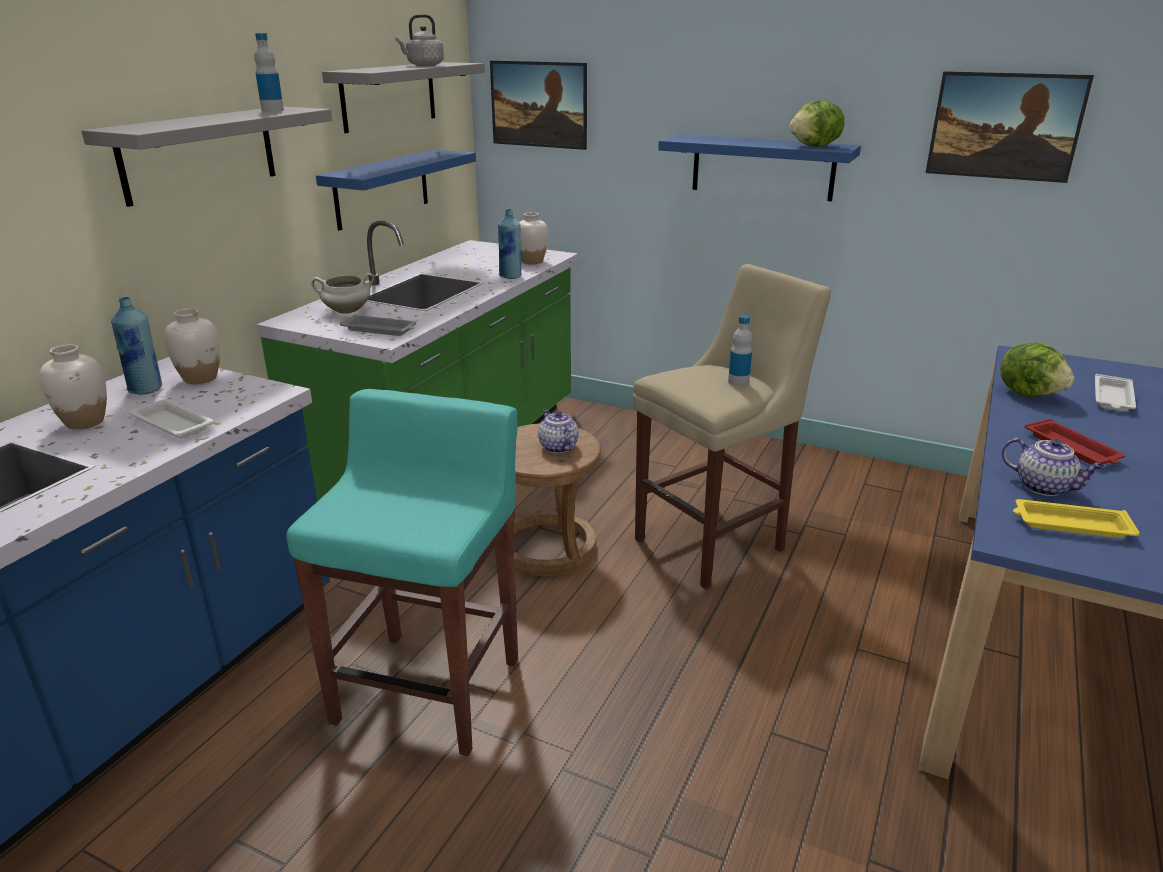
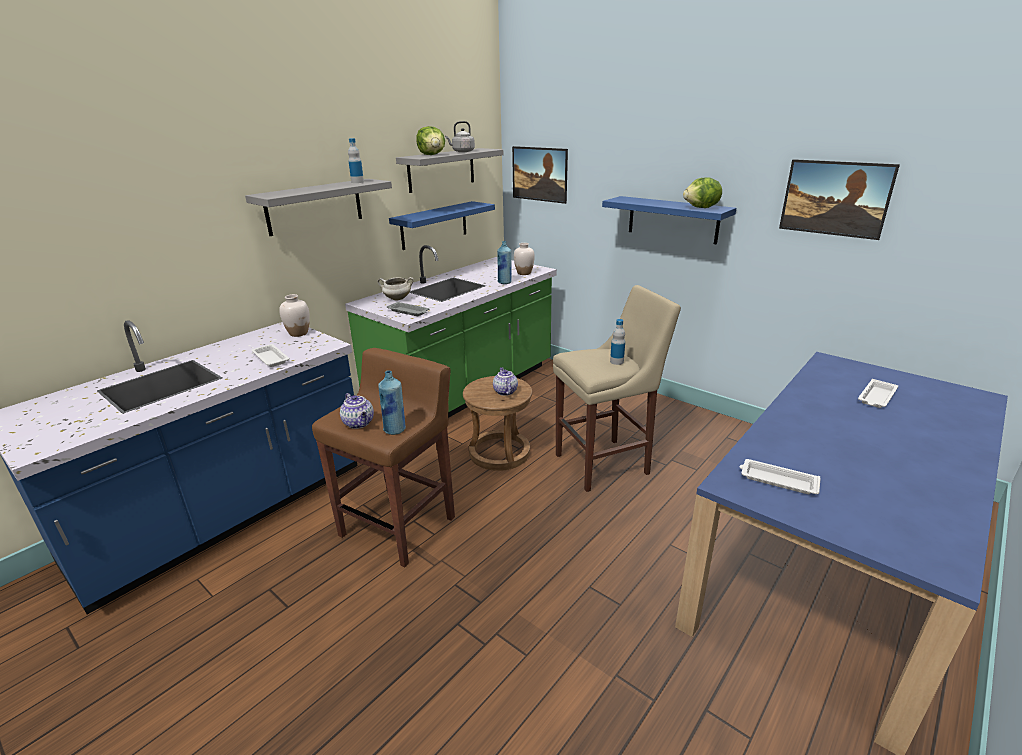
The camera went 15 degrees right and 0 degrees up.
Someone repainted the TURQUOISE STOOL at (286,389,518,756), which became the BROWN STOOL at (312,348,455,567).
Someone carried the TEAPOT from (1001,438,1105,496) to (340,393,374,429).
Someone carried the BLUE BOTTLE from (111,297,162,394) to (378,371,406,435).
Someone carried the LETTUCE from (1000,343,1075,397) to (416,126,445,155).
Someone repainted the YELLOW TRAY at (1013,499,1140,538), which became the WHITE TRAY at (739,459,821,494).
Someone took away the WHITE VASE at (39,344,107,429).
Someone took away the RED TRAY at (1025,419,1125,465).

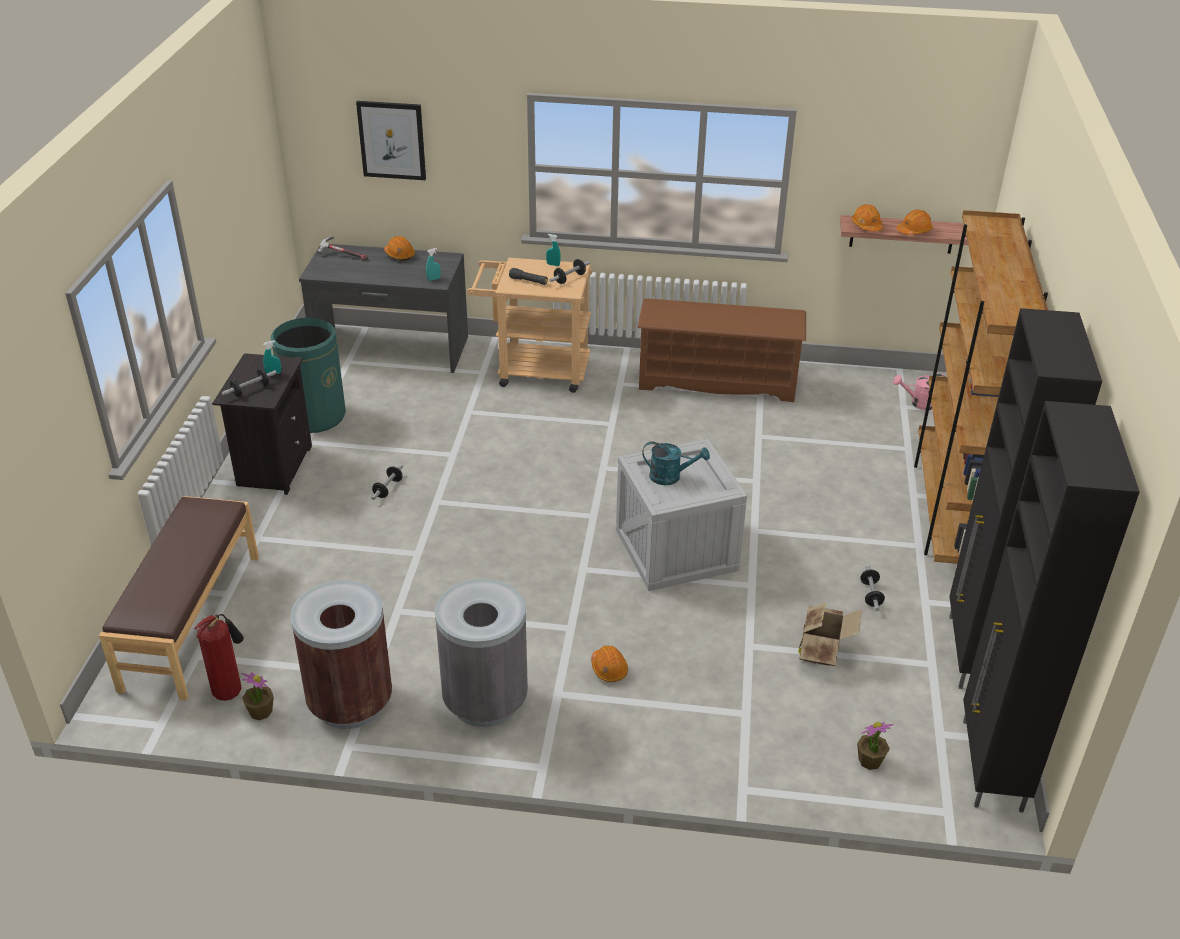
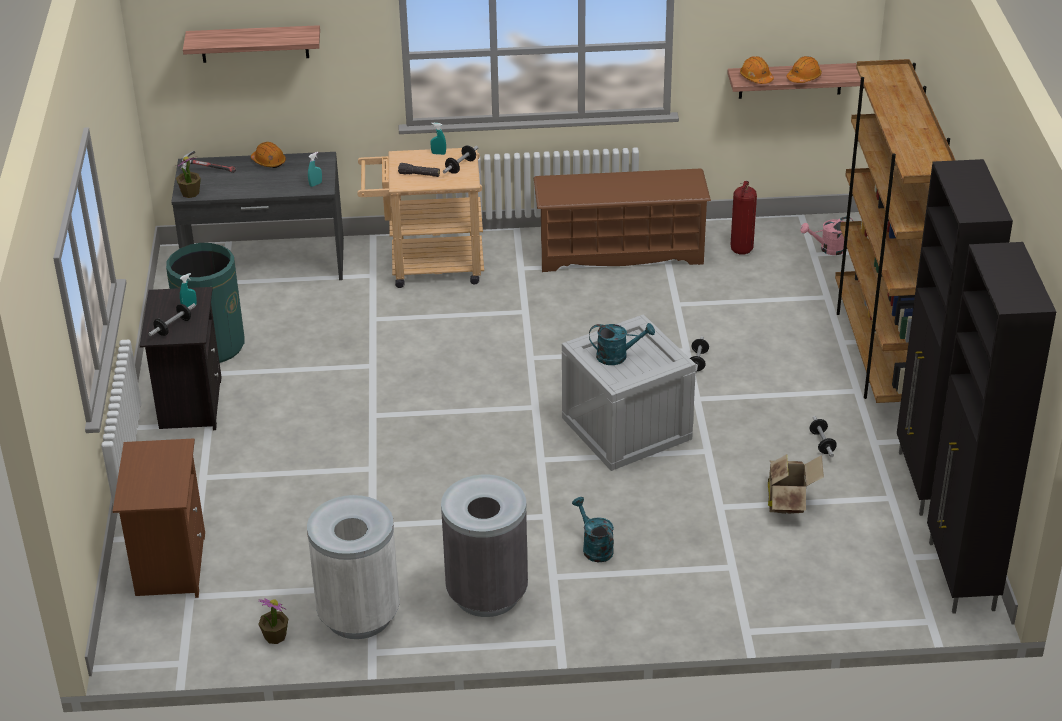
The camera went 10 degrees left and 0 degrees up.
Someone swapped the BROWN BENCH at (99,496,259,700) for the BROWN NIGHTSTAND at (113,438,205,598).
Someone carried the POTTED PLANT from (857,722,894,770) to (174,156,201,198).
Someone swapped the PICTURE at (356,101,426,180) for the SHELF at (183,25,320,63).
Someone repainted the BROWN TRASH CAN at (290,580,392,729), which became the WHITE TRASH CAN at (307,495,400,639).
Someone swapped the ORANGE HARD HAT at (591,645,628,682) for the TURQUOISE WATERING CAN at (572,497,614,562).
Someone carried the DUMBBELL from (371,465,403,500) to (690,336,709,374).
Someone carried the FIRE EXTINGUISHER from (194,614,244,701) to (731,181,757,255).

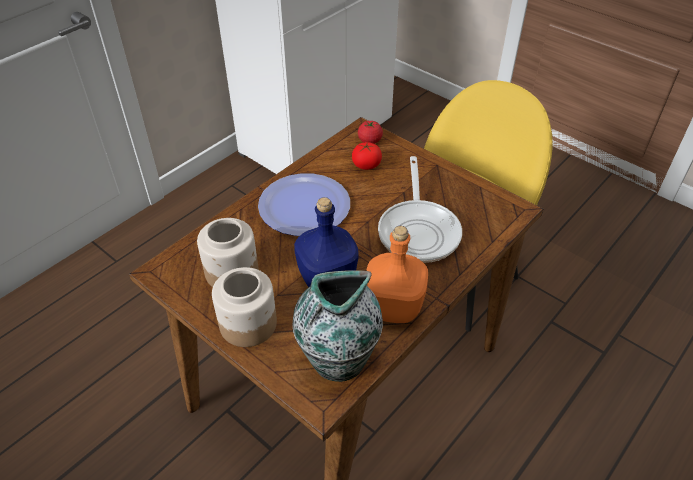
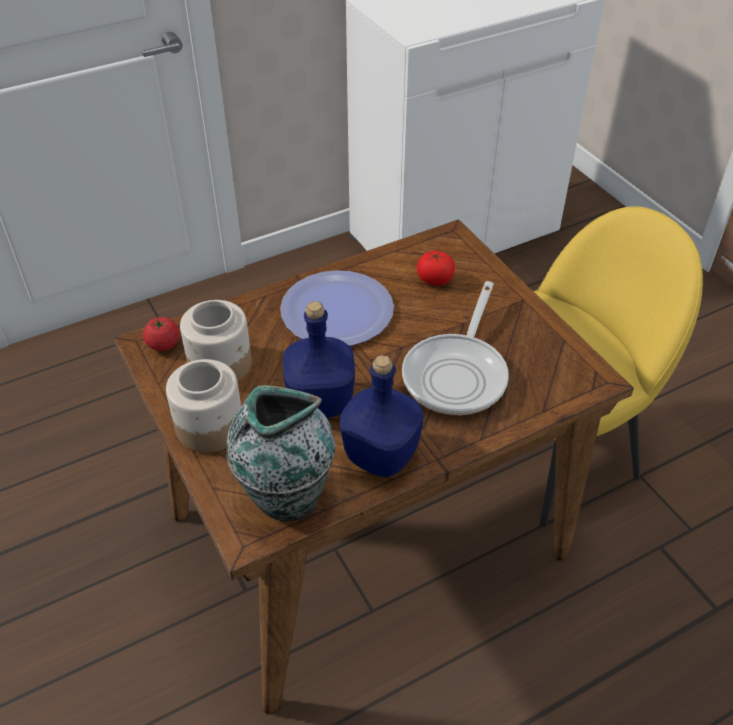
The camera went 20 degrees right and 0 degrees up.
Someone carried the TOMATO from (358,121,383,144) to (143,317,180,351).
Someone repainted the ORANGE BOTTLE at (366,226,428,323), which became the BLUE BOTTLE at (340,355,424,477).

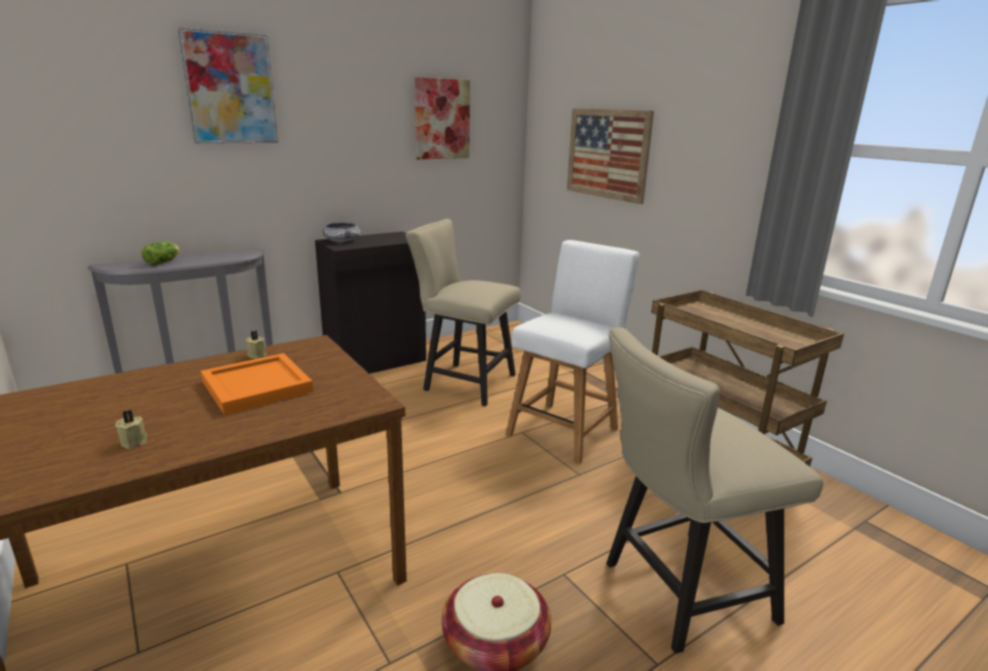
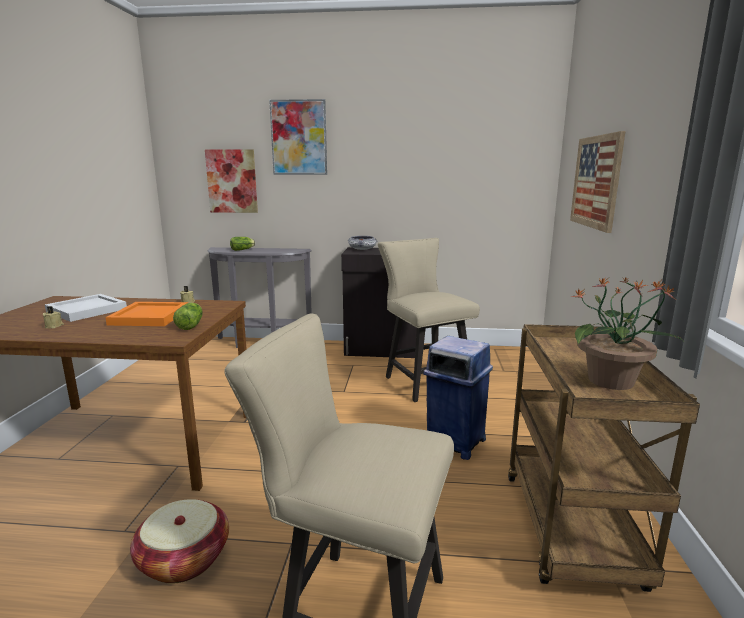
The camera went 40 degrees right and 5 degrees down.
Someone put down the WHITE TRAY at (45,294,127,322).
Someone put down the LETTUCE at (173,303,203,330).
Someone carried the PICTURE from (414,77,470,159) to (205,149,258,213).
Someone swapped the WHITE CHAIR at (506,240,640,465) for the BLUE TRASH CAN at (423,336,493,460).
Someone put down the POTTED PLANT at (570,277,683,390).

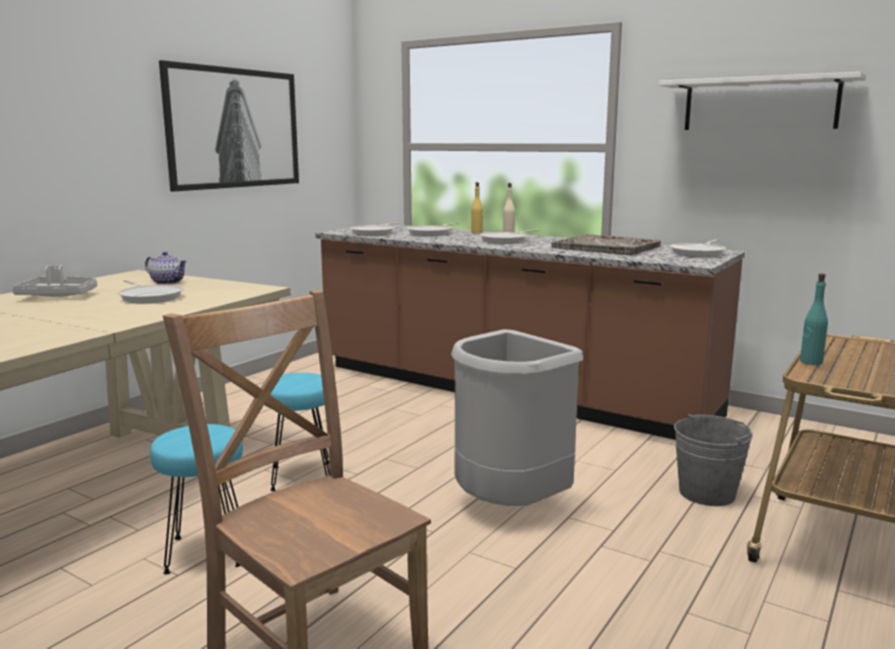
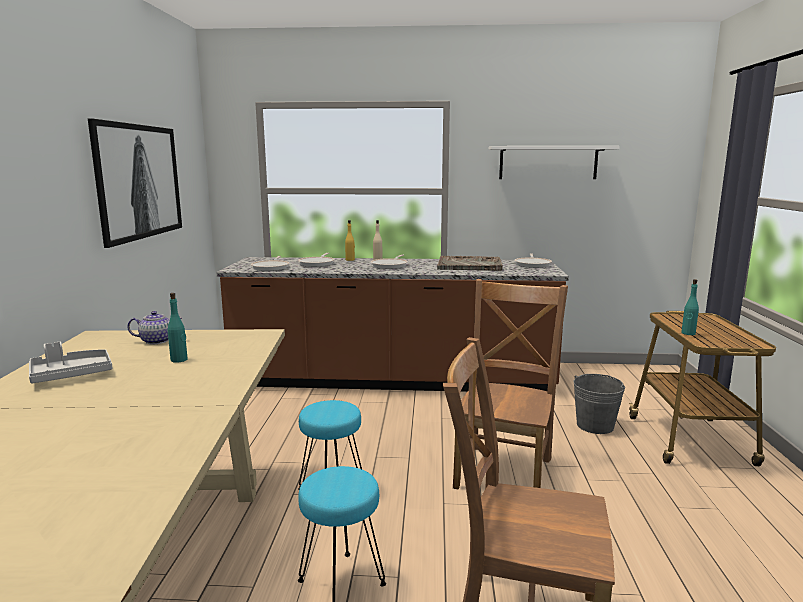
The camera went 30 degrees left and 0 degrees up.
Someone swapped the FRYING PAN at (118,280,184,304) for the TURQUOISE BOTTLE at (168,293,188,363).
Someone swapped the GREY TRASH CAN at (451,329,583,506) for the BROWN CHAIR at (453,279,568,489).

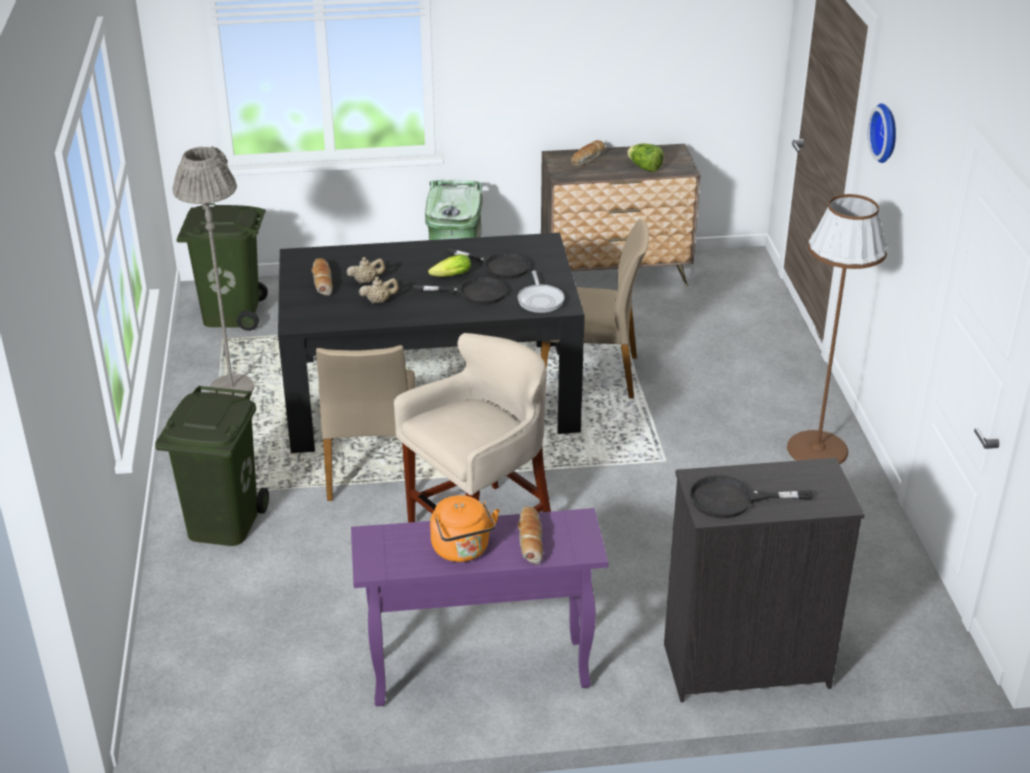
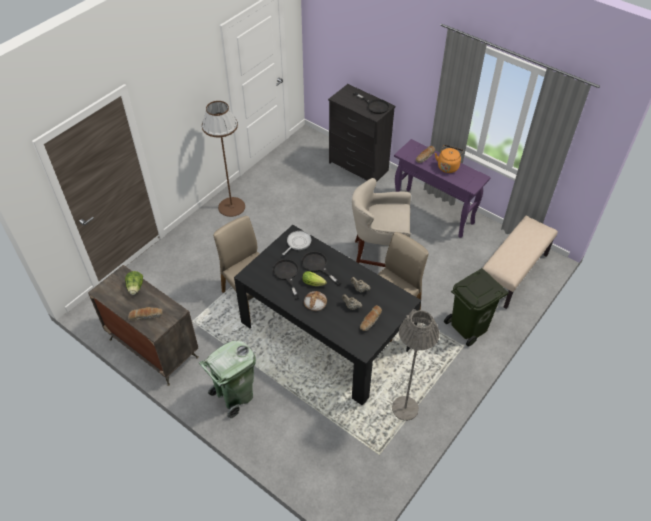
The camera went 135 degrees left and 15 degrees up.
Someone put down the BREAD at (304,291,327,311).
Someone put down the BEIGE BENCH at (482,216,558,309).
Someone took away the GREEN TRASH CAN at (176,203,268,331).
Someone took away the WALL CLOCK at (868,103,896,163).

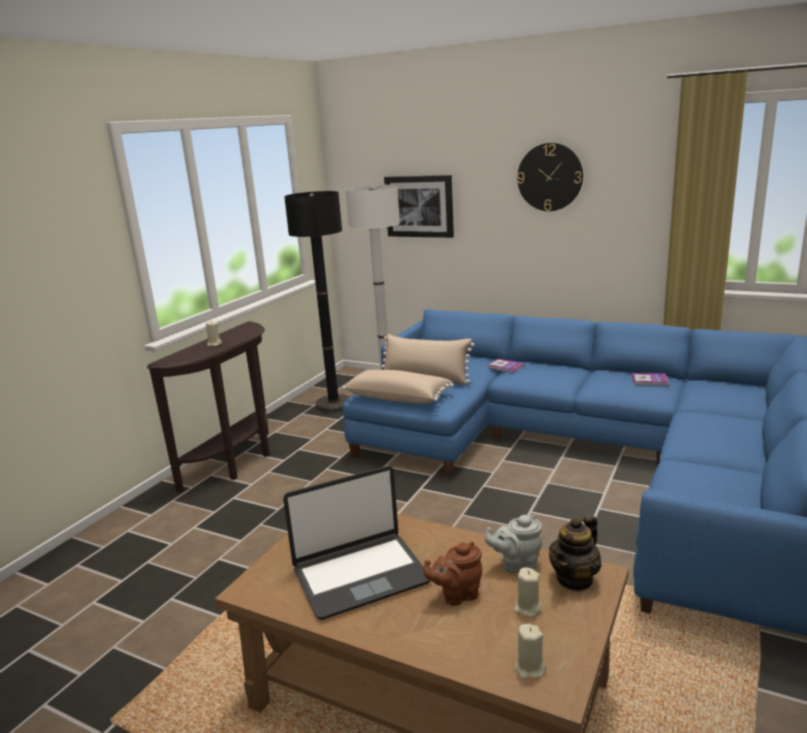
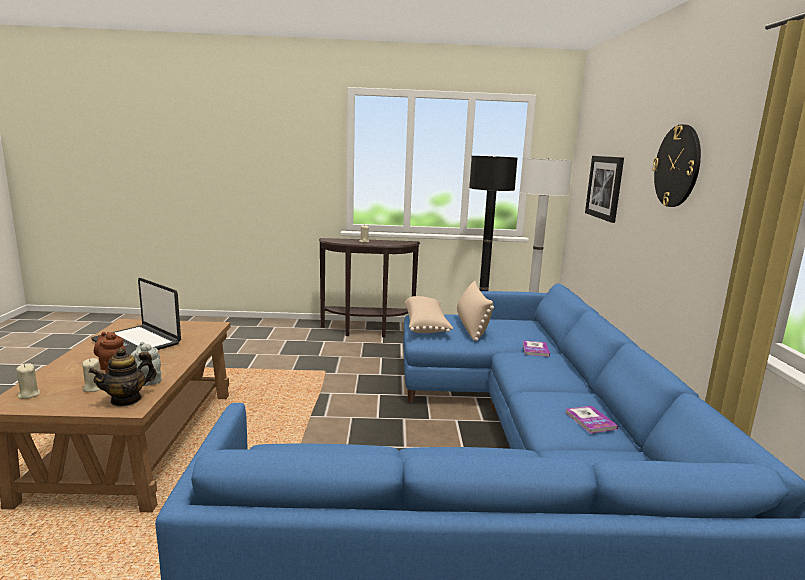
The camera went 60 degrees right and 5 degrees down.
Someone rotated the TEAPOT at (549,515,602,592) by 60 degrees counterclockwise.

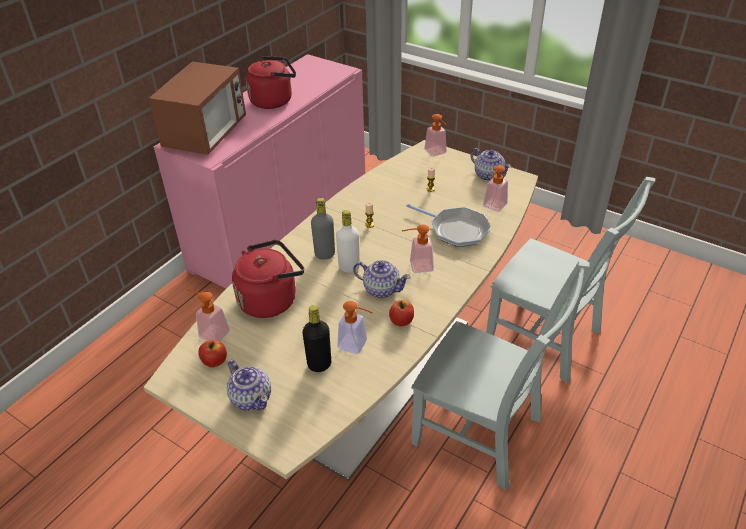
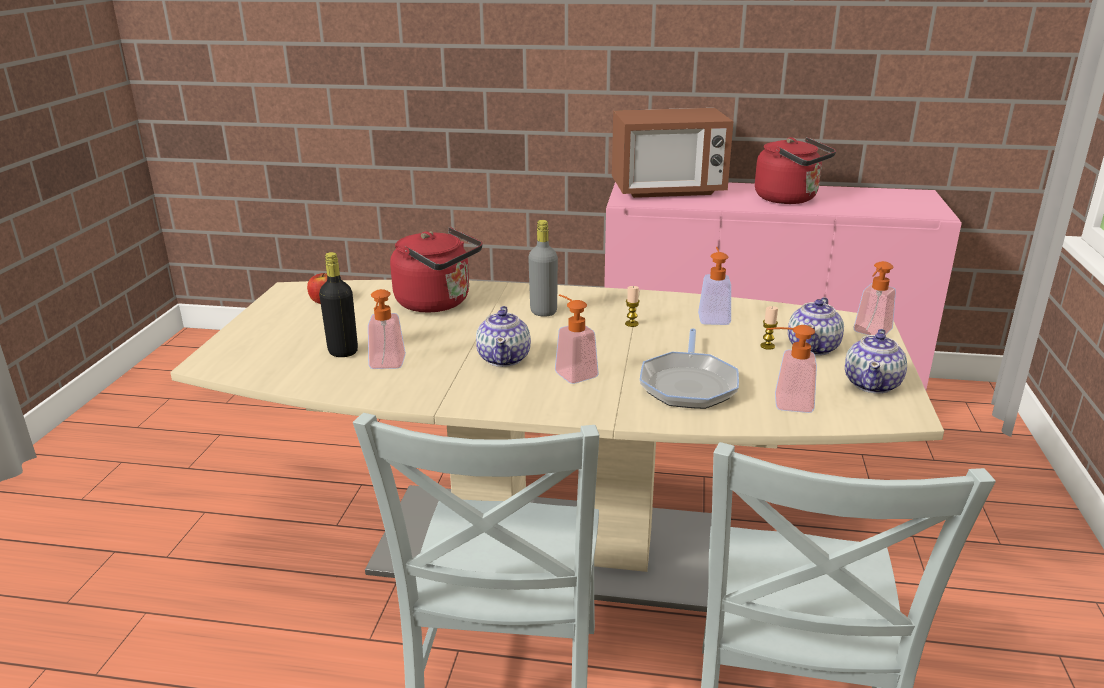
The camera went 65 degrees right and 15 degrees down.
Someone carried the SOAP DISPENSER from (186,289,230,342) to (698,247,731,325).
Someone carried the TEAPOT from (227,360,271,411) to (788,297,844,356).
Someone took away the WHITE BOTTLE at (336,210,360,273).
Someone took away the APPLE at (389,300,414,327).

